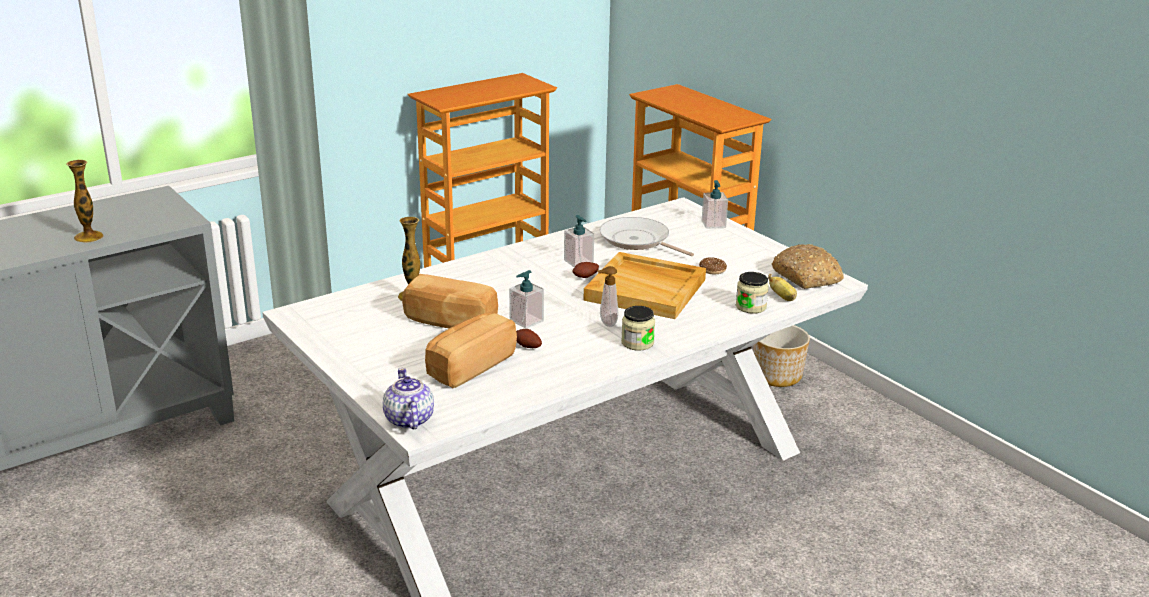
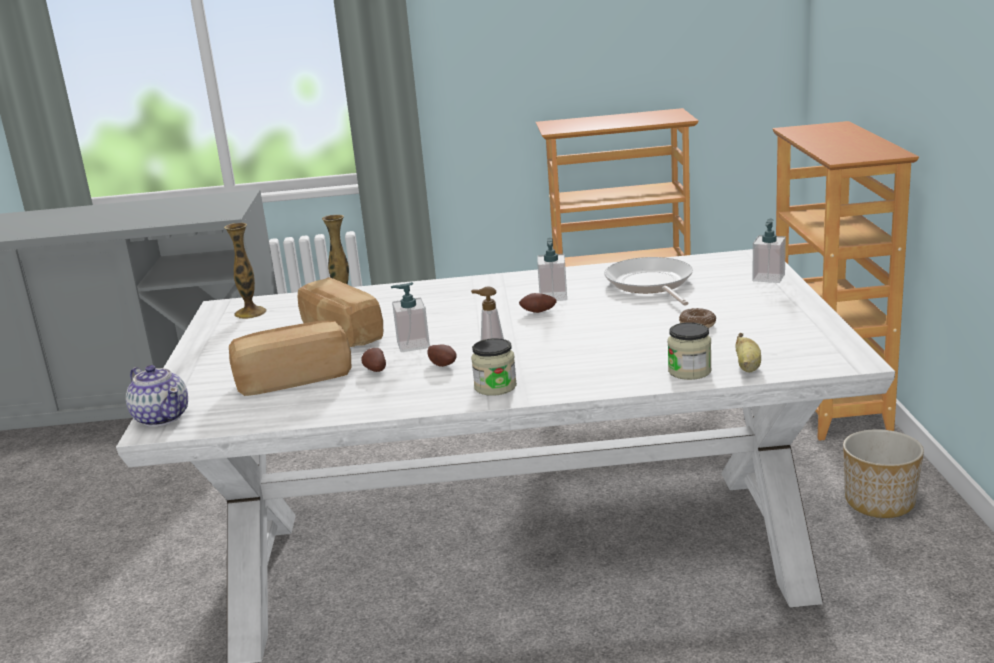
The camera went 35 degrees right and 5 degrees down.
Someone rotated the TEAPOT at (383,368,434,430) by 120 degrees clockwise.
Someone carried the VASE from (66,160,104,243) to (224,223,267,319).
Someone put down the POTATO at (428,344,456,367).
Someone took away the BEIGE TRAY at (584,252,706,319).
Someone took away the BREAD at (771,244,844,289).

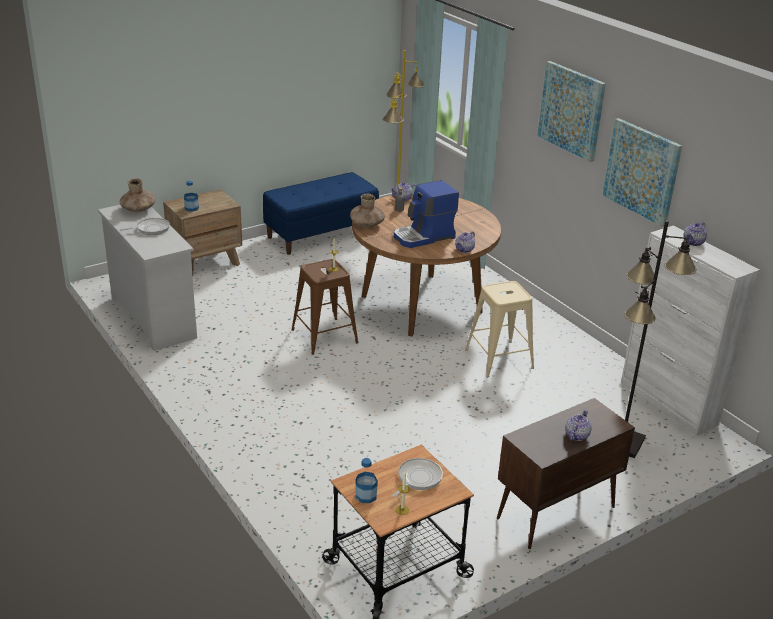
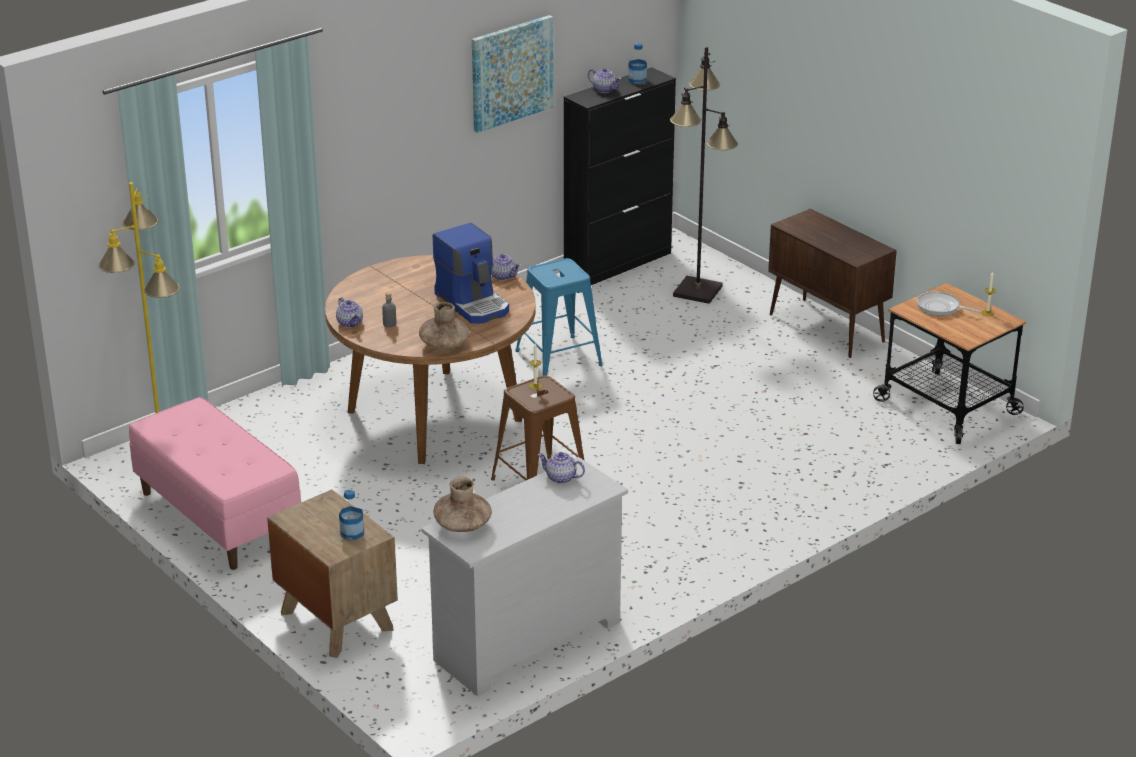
The camera went 95 degrees left and 0 degrees up.
Someone repainted the BLUE BENCH at (263,172,379,255), which became the PINK BENCH at (129,397,301,570).
Someone repainted the BEIGE STOOL at (465,281,534,377), which became the BLUE STOOL at (516,258,602,376).
Someone carried the TEAPOT from (565,410,591,441) to (538,452,585,484).
Someone repainted the WHITE CABINET at (621,225,760,436), which became the BLACK CABINET at (564,67,676,285).
Someone carried the BOTTLE from (356,458,378,503) to (628,43,647,84).
Someone took away the FRYING PAN at (119,218,170,235).
Someone took away the PICTURE at (538,61,606,162).

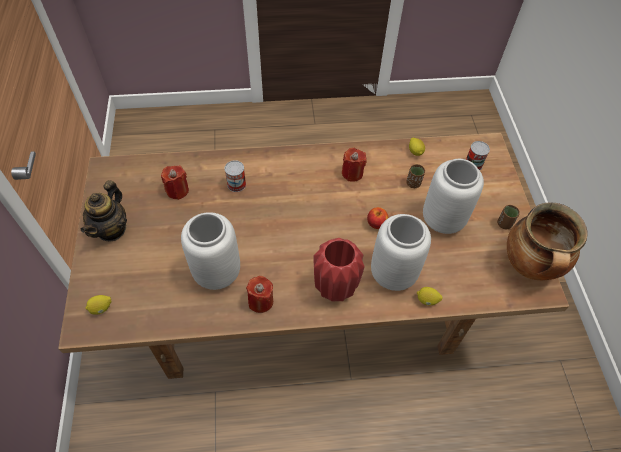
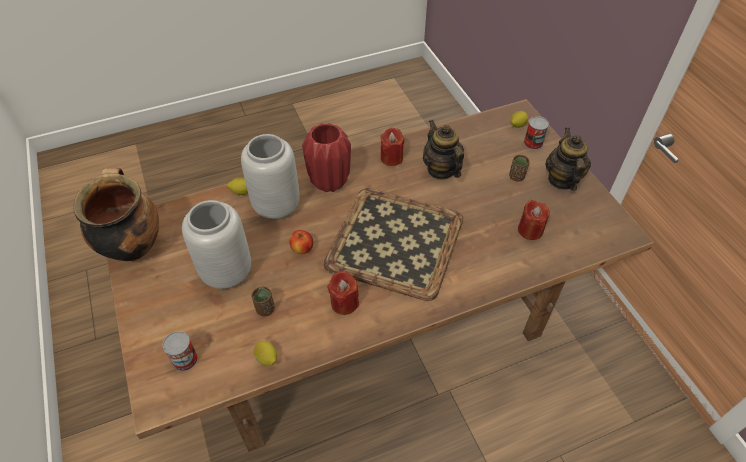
The camera went 165 degrees right and 5 degrees down.
Someone put down the TRAY at (323,188,463,301).
Someone swapped the GREY VASE at (181,212,240,290) for the TEAPOT at (423,120,464,180).
Someone carried the BROWN CUP from (497,205,520,229) to (509,155,530,181).
Someone carried the CAN from (224,160,246,192) to (524,116,549,150).

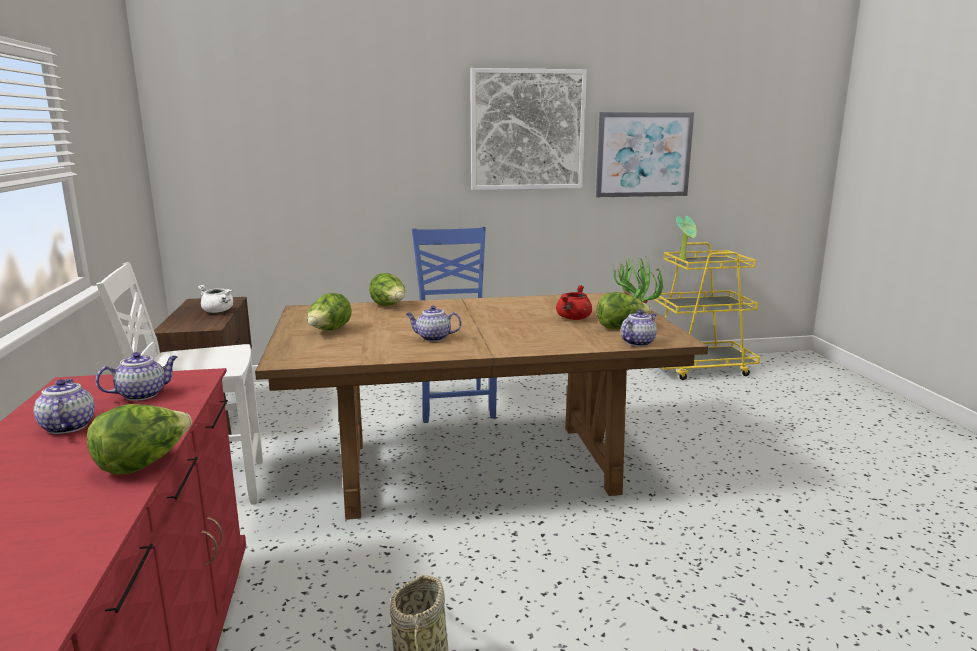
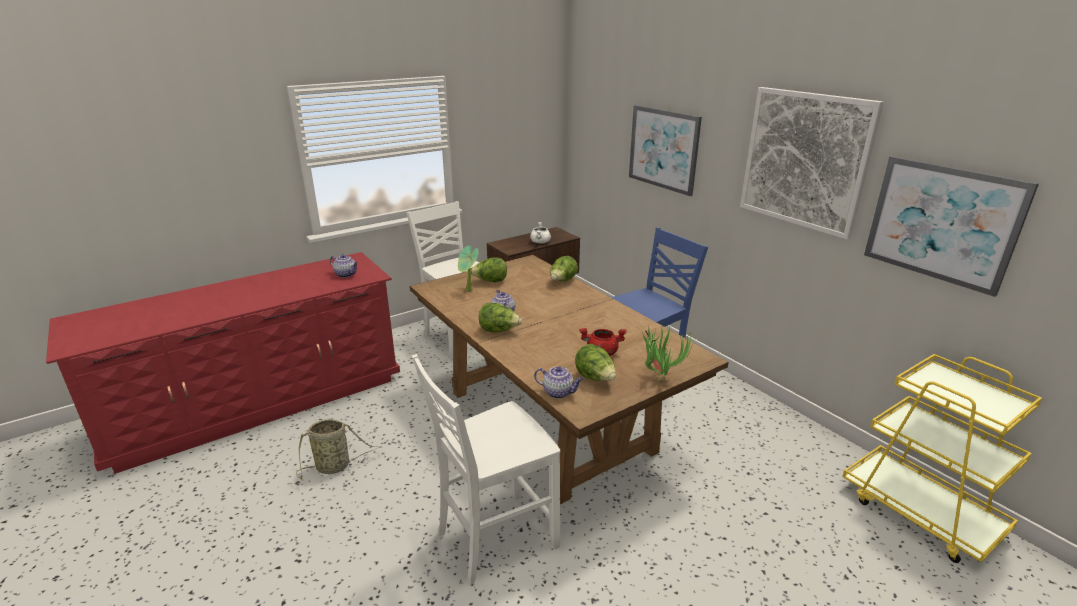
The camera went 65 degrees right and 10 degrees up.
Someone put down the WHITE CHAIR at (412,354,560,585).
Someone carried the POTTED PLANT from (676,215,697,260) to (458,246,479,292).
Someone carried the LETTUCE from (87,404,192,475) to (479,303,522,333).
Someone put up the PICTURE at (629,105,702,196).
Someone took away the TEAPOT at (34,379,95,434).

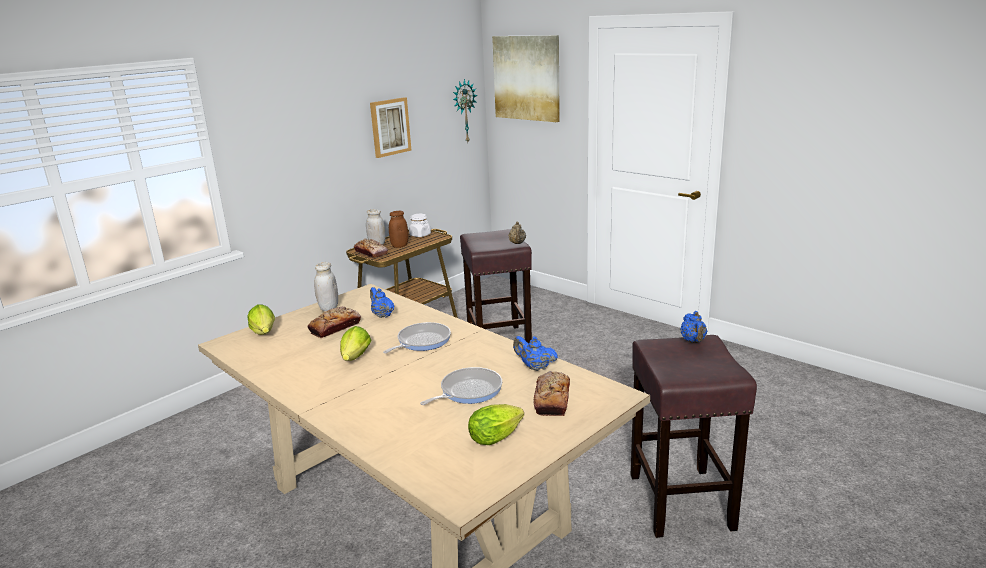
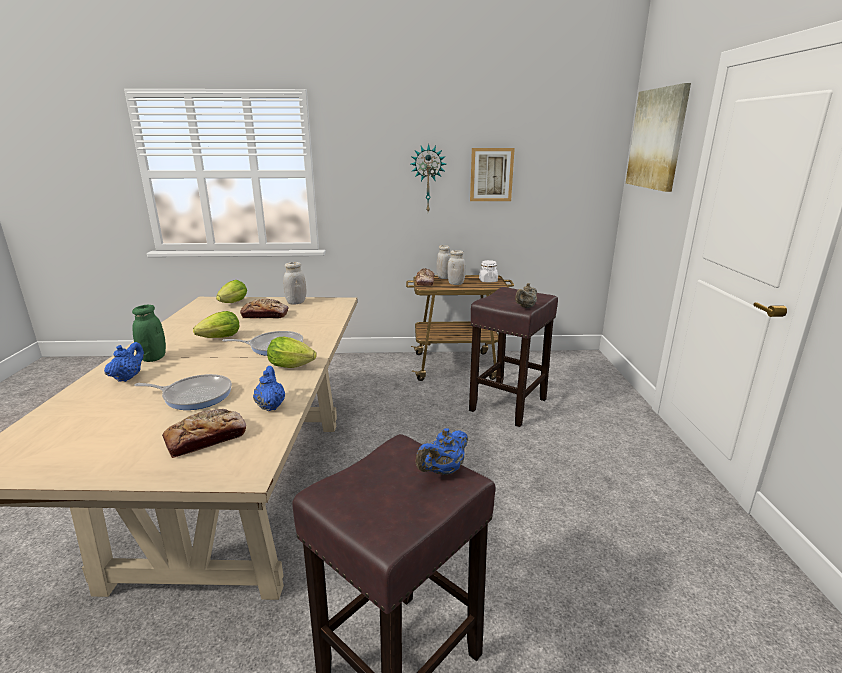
The camera went 45 degrees right and 0 degrees up.
Someone carried the BLUE TEAPOT from (370,287,394,318) to (104,342,144,382).
Someone put down the GREEN JAR at (132,305,166,362).
Someone carried the LETTUCE from (468,404,524,445) to (267,337,317,368).
Someone carried the WALL CLOCK from (453,79,477,142) to (411,144,446,212).
Someone repainted the BROWN JAR at (389,211,409,248), which became the WHITE JAR at (447,250,465,285).

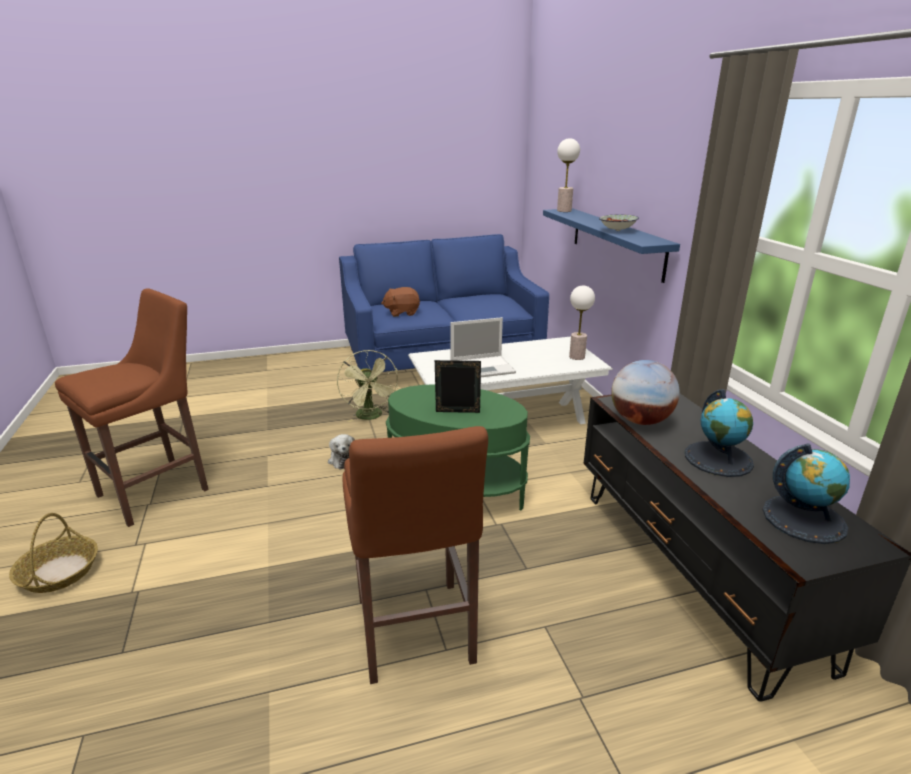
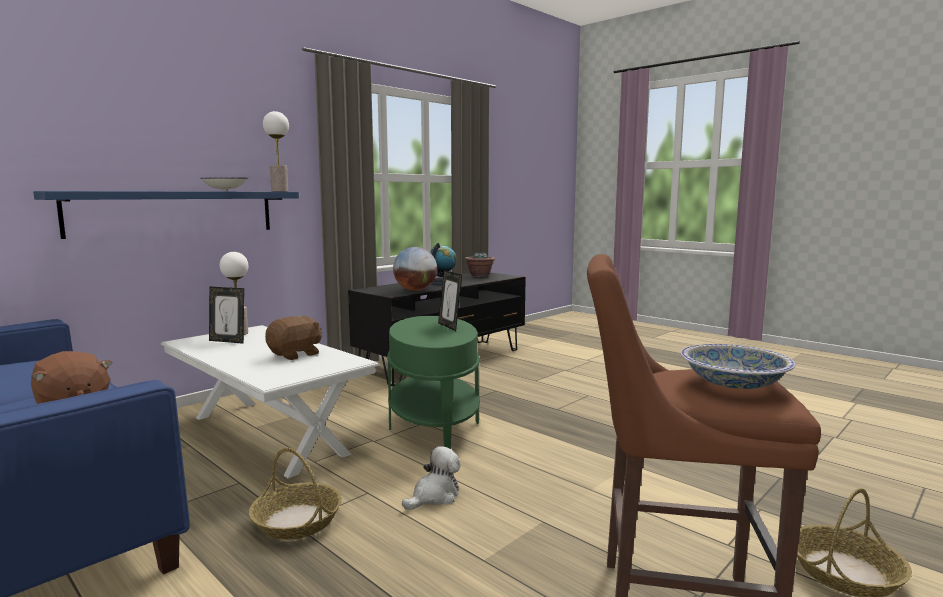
The camera went 120 degrees left and 15 degrees down.
Someone put down the PICTURE FRAME at (209,286,244,344).
Someone swapped the GREEN FAN at (337,350,399,422) for the BASKET at (249,448,342,540).
Someone carried the TABLE LAMP from (557,138,580,212) to (263,111,289,192).
Someone swapped the LAPTOP at (450,317,516,377) for the BROWN PLUSH TOY at (265,316,322,360).
Someone swapped the GLOBE at (763,444,850,544) for the POTTED PLANT at (465,252,495,277).
Someone put down the BOWL at (681,344,796,389).
Someone took away the BROWN STOOL at (343,426,488,684).

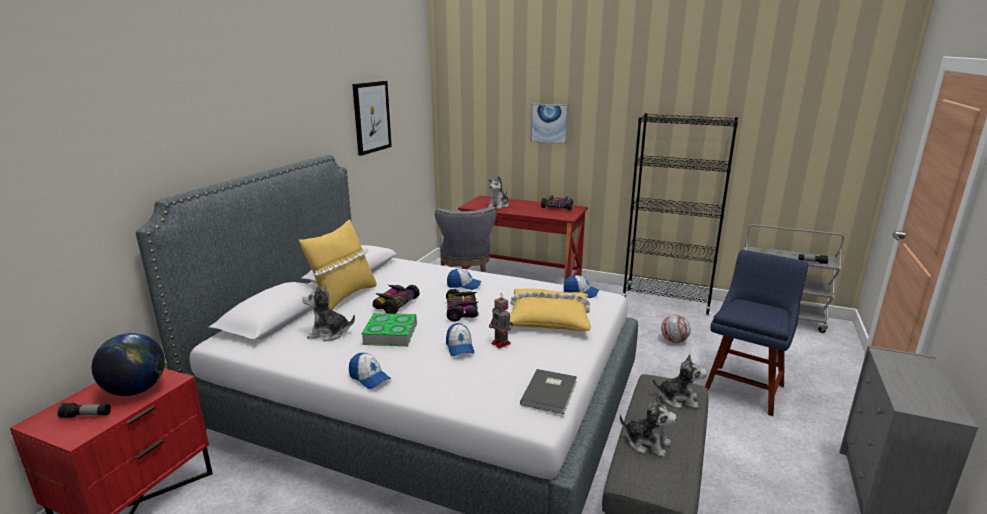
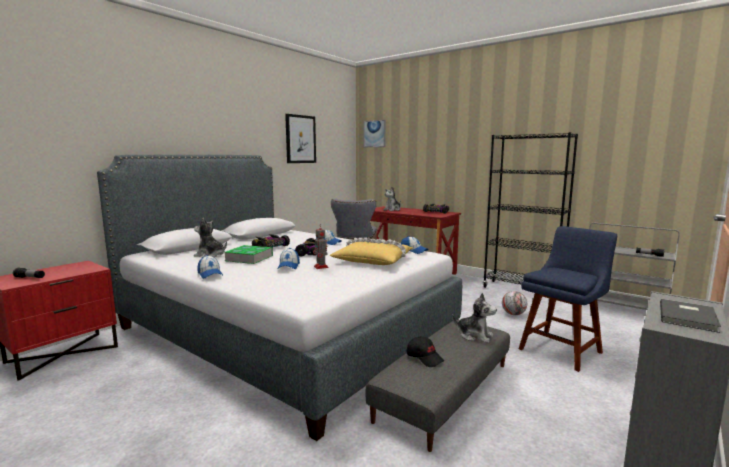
The camera went 15 degrees right and 10 degrees down.
Someone carried the PICTURE from (530,104,569,144) to (364,120,386,147).
Someone swapped the PLUSH TOY at (620,395,677,457) for the BLACK CAP at (407,336,444,367).
Someone carried the GREY BOOK from (520,369,577,414) to (660,299,721,333).
Someone took away the GLOBE at (92,333,165,396).
Someone took away the YELLOW PILLOW at (299,220,377,310).

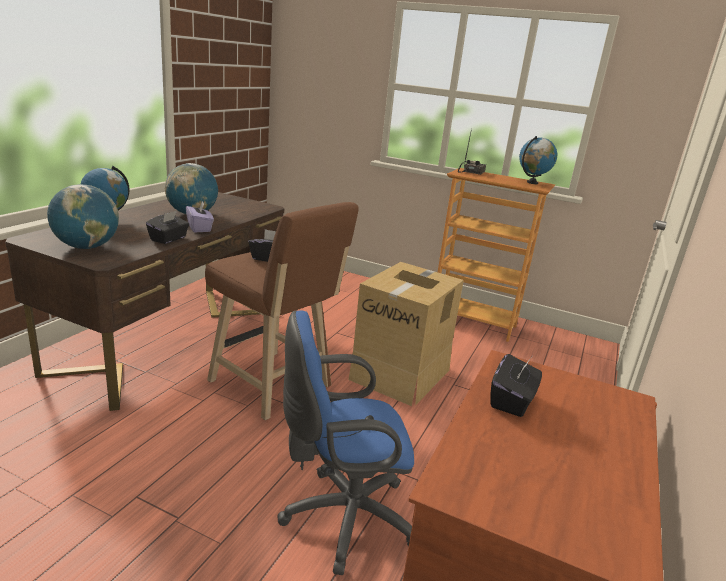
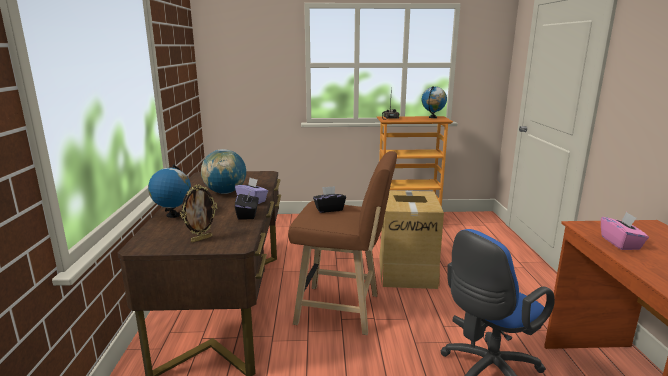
The camera went 25 degrees left and 5 degrees down.
Someone swapped the GLOBE at (47,184,119,249) for the PICTURE FRAME at (180,184,217,242).
Someone repainted the BLACK TISSUE BOX at (490,354,542,417), which became the PINK TISSUE BOX at (601,212,649,250).

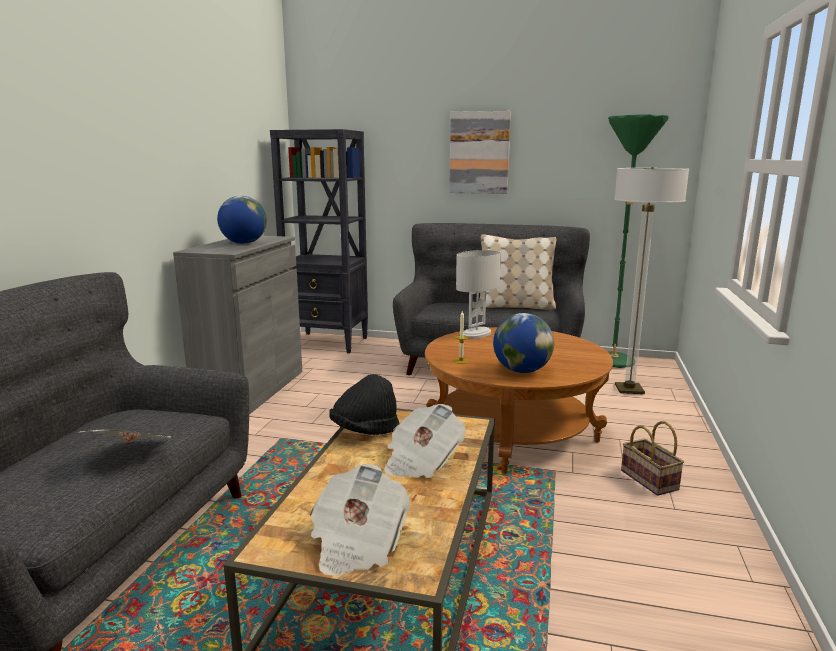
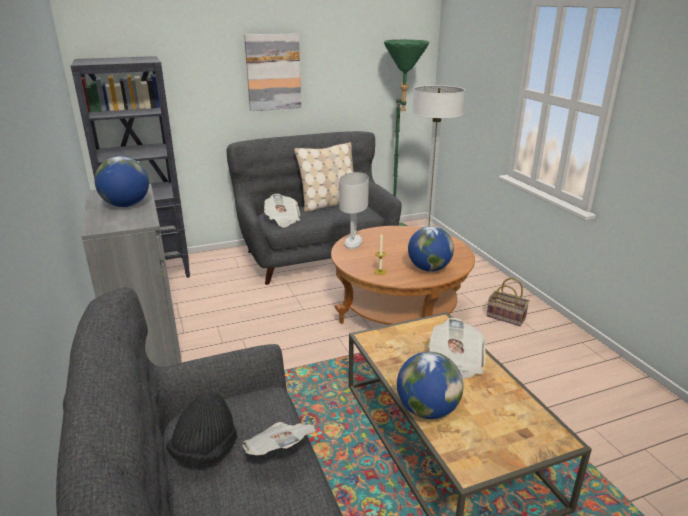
The camera went 35 degrees left and 10 degrees up.
Someone carried the BLACK HAT from (329,374,400,435) to (166,392,237,465).
Someone carried the NEWSPAPER from (310,464,410,575) to (264,194,300,228).
Someone put down the GLOBE at (397,352,463,419).

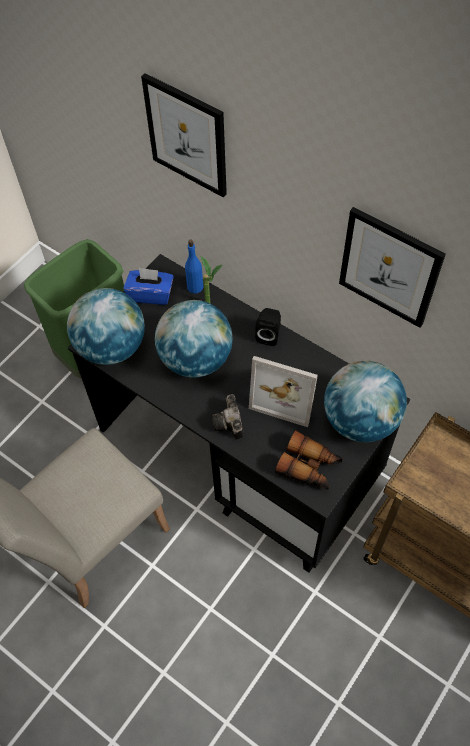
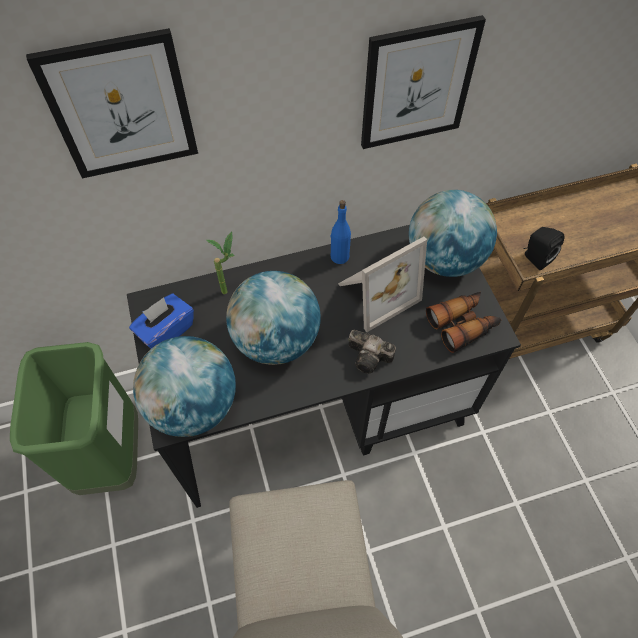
The camera went 55 degrees left and 0 degrees up.
Someone carried the BLUE BOTTLE from (185,240,203,293) to (331,200,351,264).
Someone carried the BLACK SPEAKER from (255,308,281,346) to (524,227,564,271).

